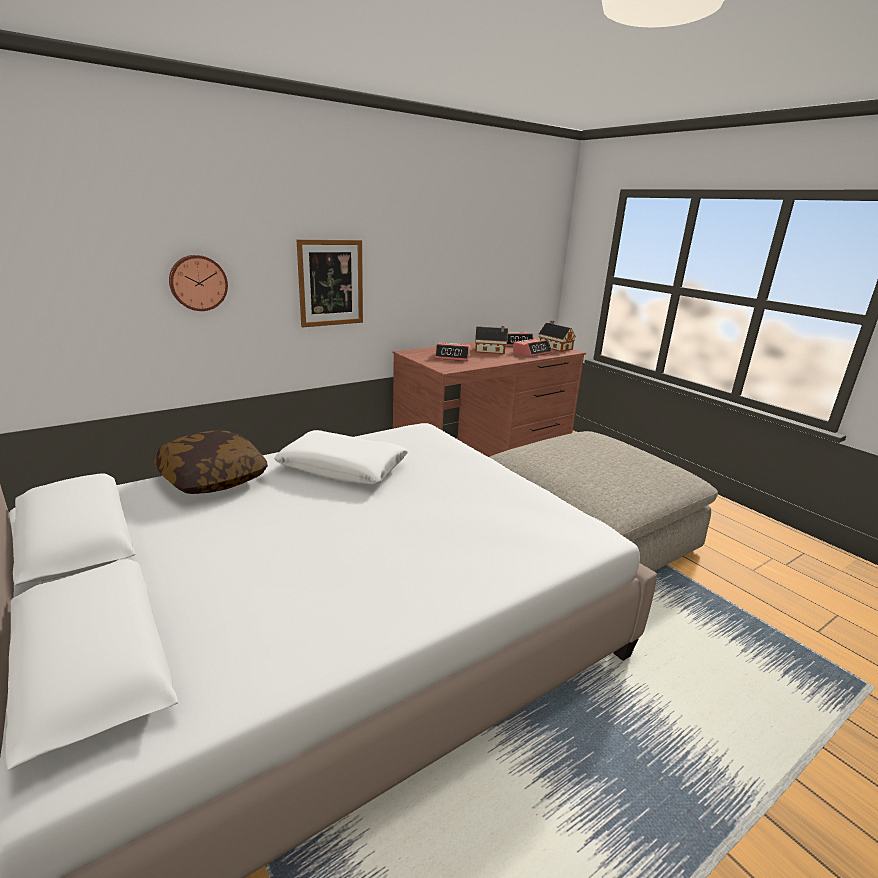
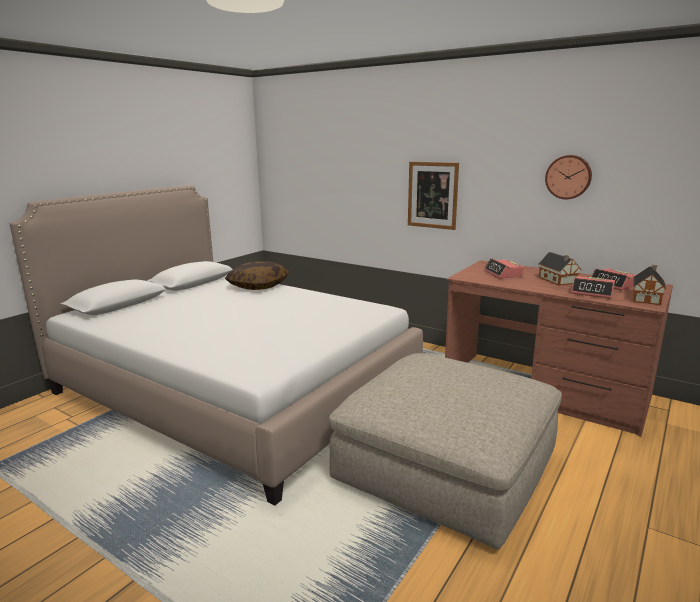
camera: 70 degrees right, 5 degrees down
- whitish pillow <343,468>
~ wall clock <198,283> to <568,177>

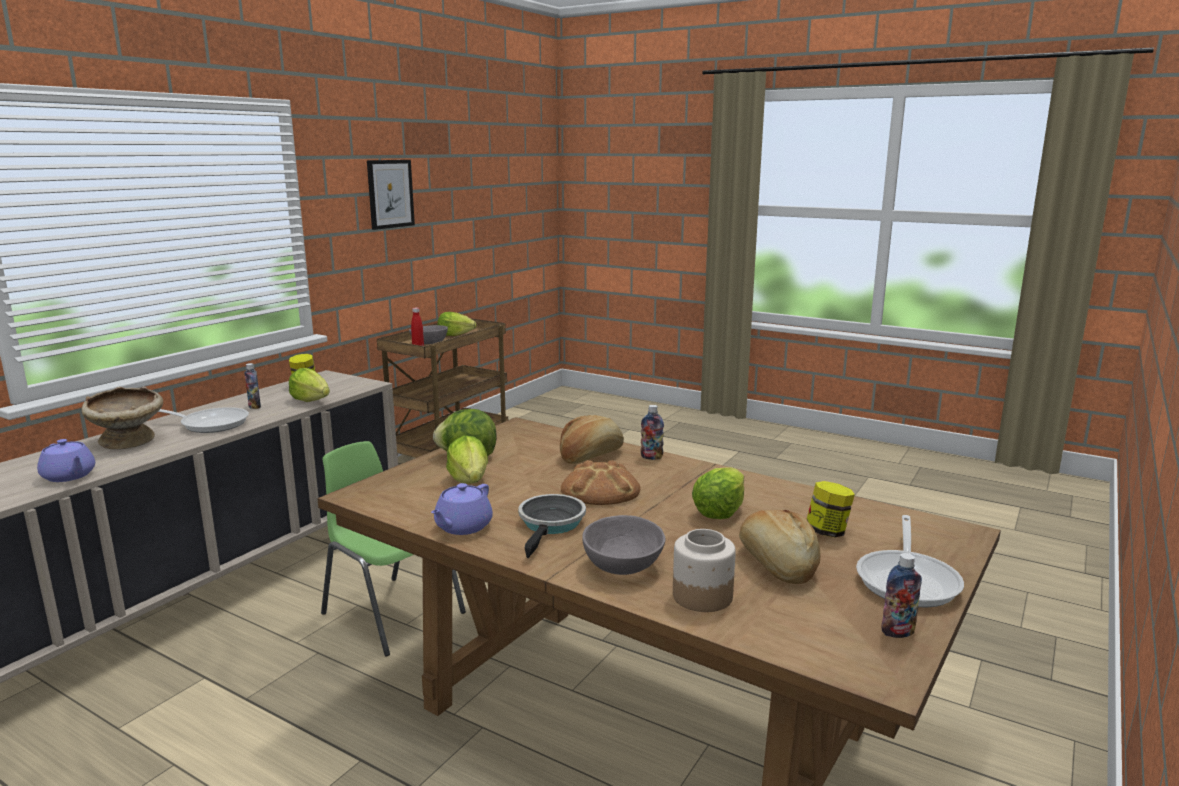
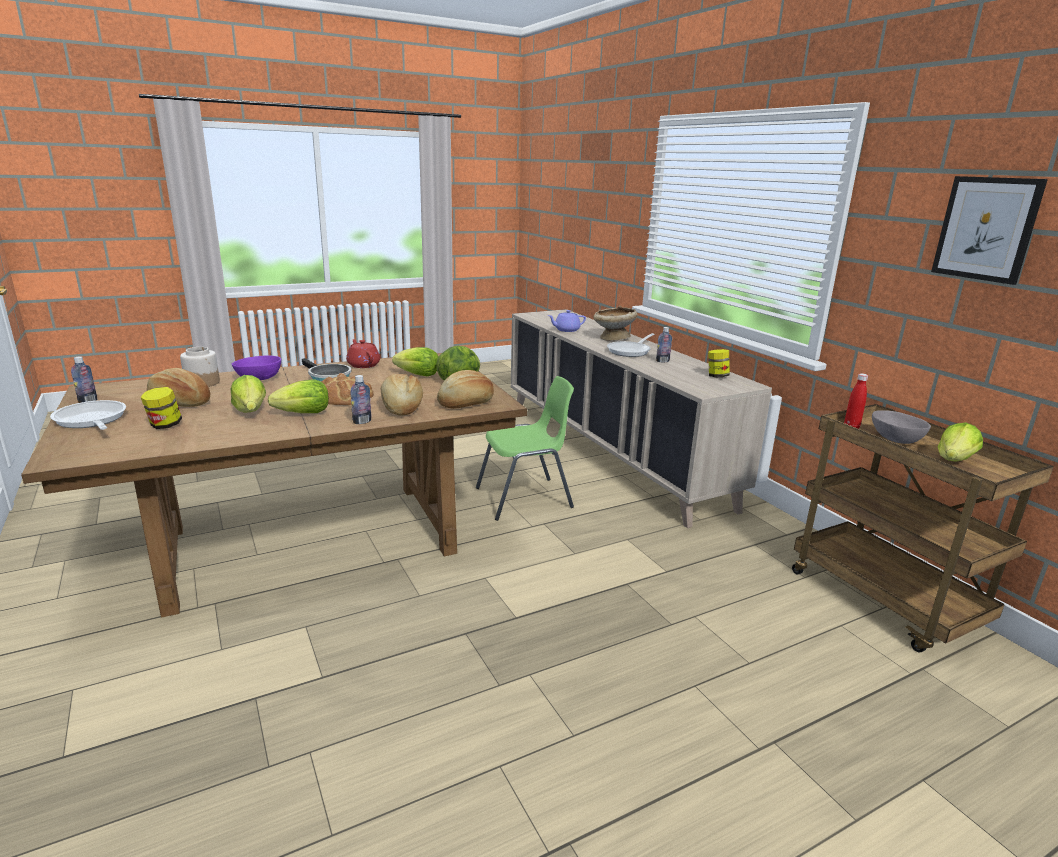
camera: 120 degrees right, 5 degrees up
+ bread <467,403>
~ lettuce <311,400> to <304,414>
~ purplish pot for tea <462,527> to red-coloured pot for tea <363,365>
~ greyish deep dish <622,565> to purplish deep dish <260,379>

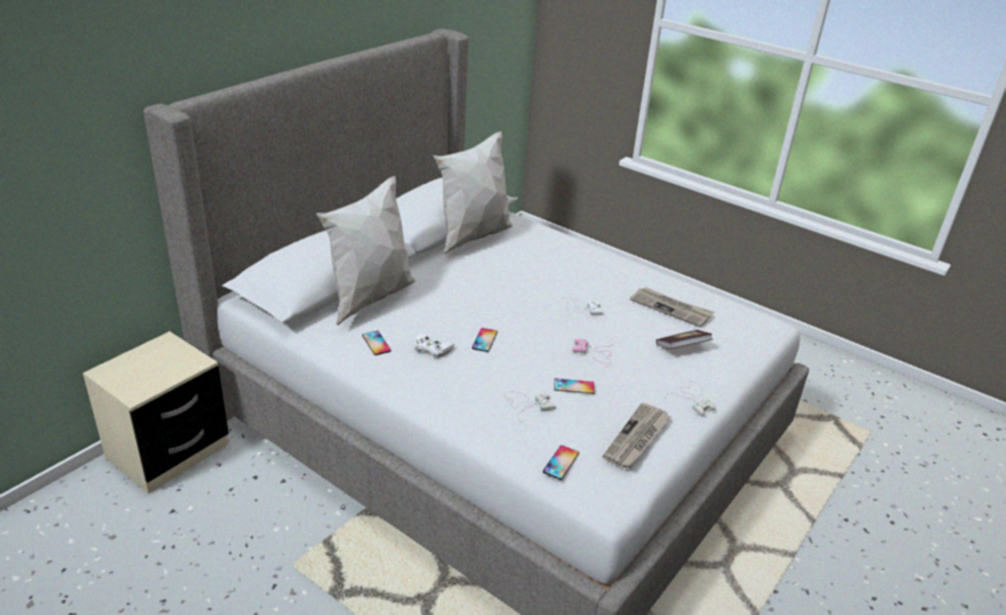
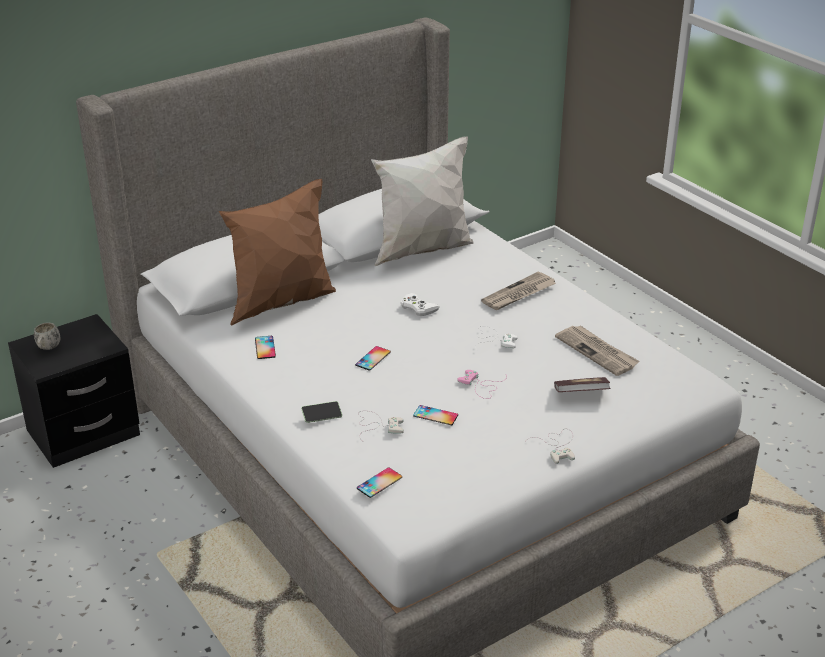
camera: 20 degrees right, 0 degrees up
+ whitish mug <47,349>
+ telephone <322,416>
~ whitish joypad <432,348> to <418,308>
~ daily paper <637,438> to <519,294>
~ beige-coloured bedside table <168,452> to black-coloured bedside table <83,433>
~ whitish pillow <370,298> to brown-coloured pillow <282,303>

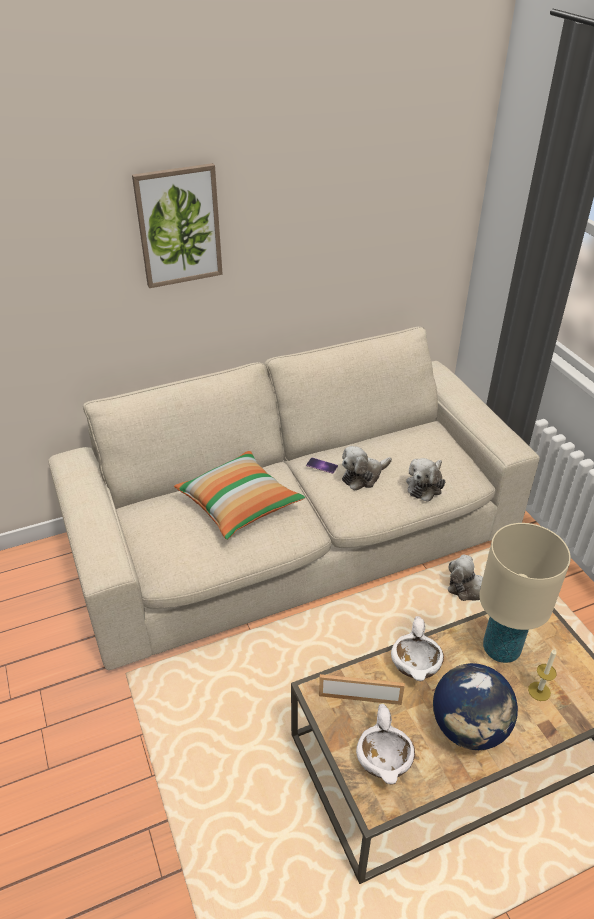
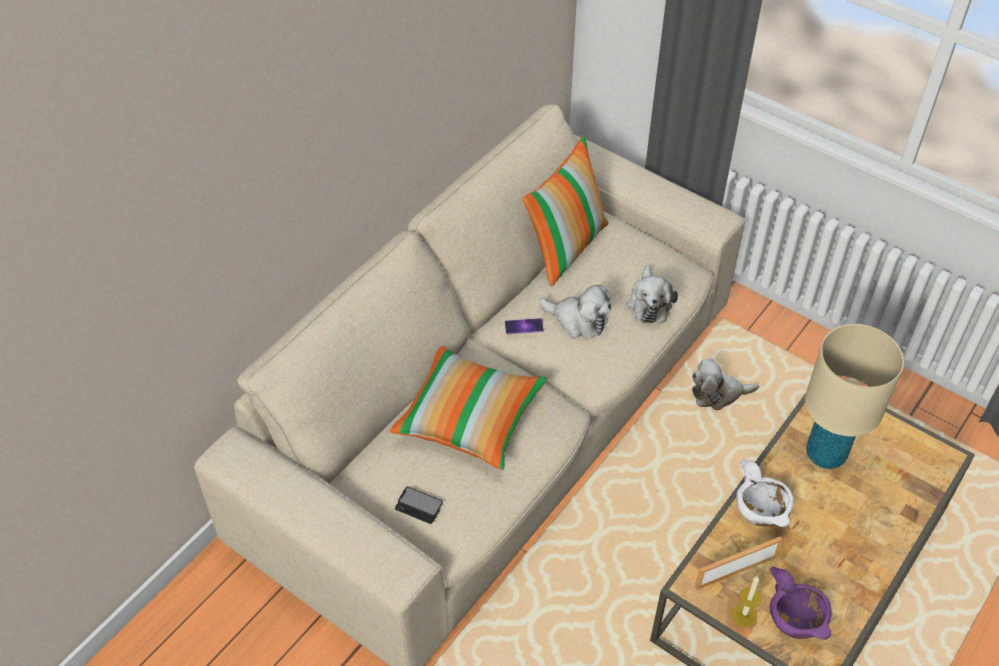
camera: 30 degrees left, 10 degrees up
- wall art <179,226>
- world globe <469,728>
+ telephone <419,506>
+ pillow <565,246>
~ wax candle <539,691> to <744,615>
~ whitish deep dish <384,759> to purplish deep dish <796,618>
~ plush toy <363,476> = <578,320> 90 degrees counterclockwise

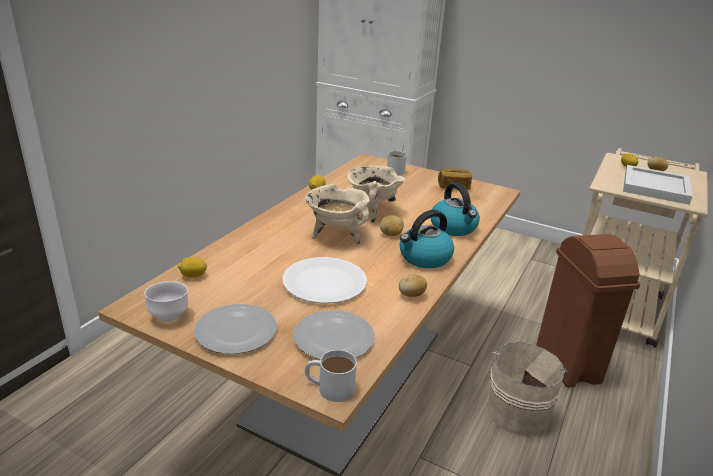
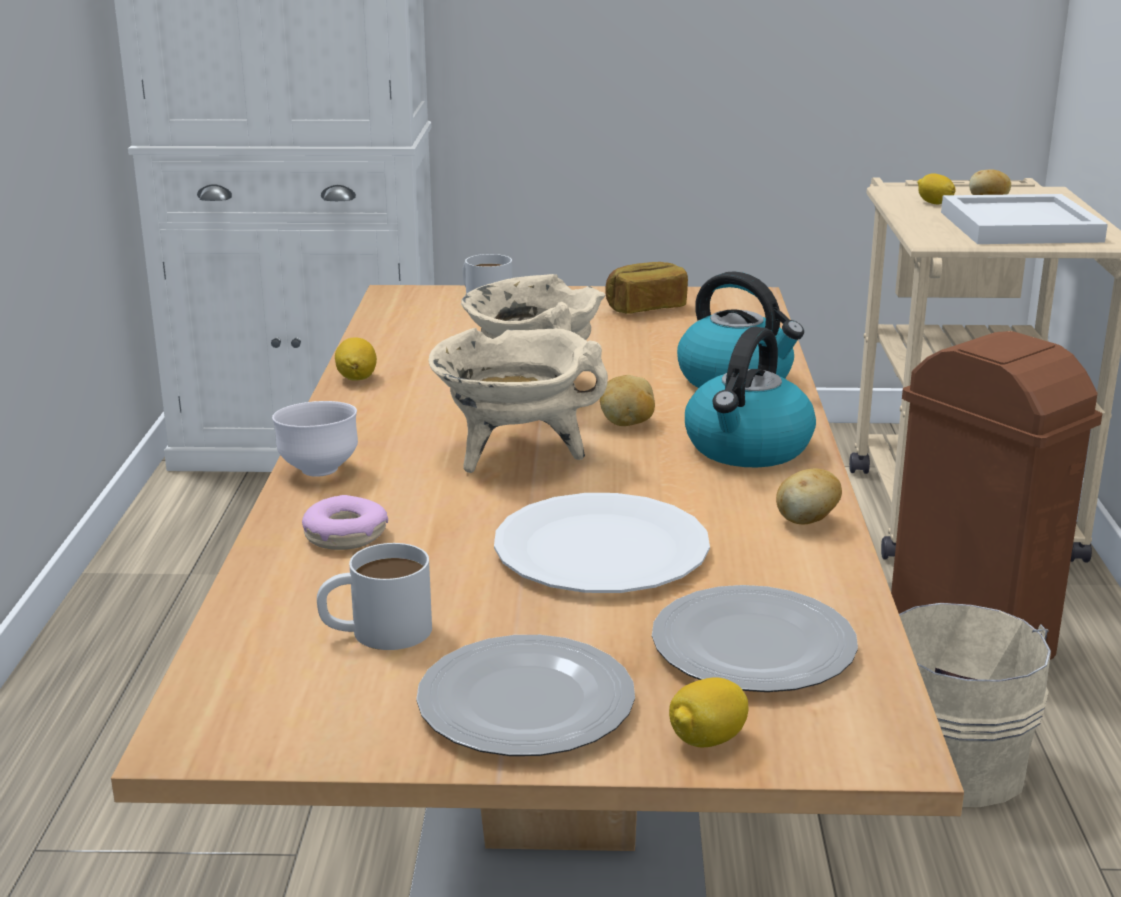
camera: 25 degrees left, 5 degrees down
+ doughnut <346,535>
~ whitish deep dish <169,316> to <319,471>
~ whole lemon <193,276> to <707,740>
~ whitish mug <329,387> to <376,631>

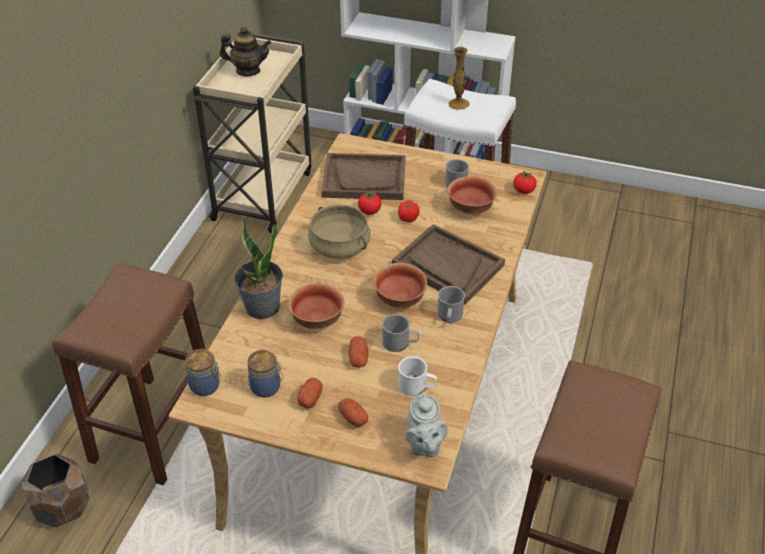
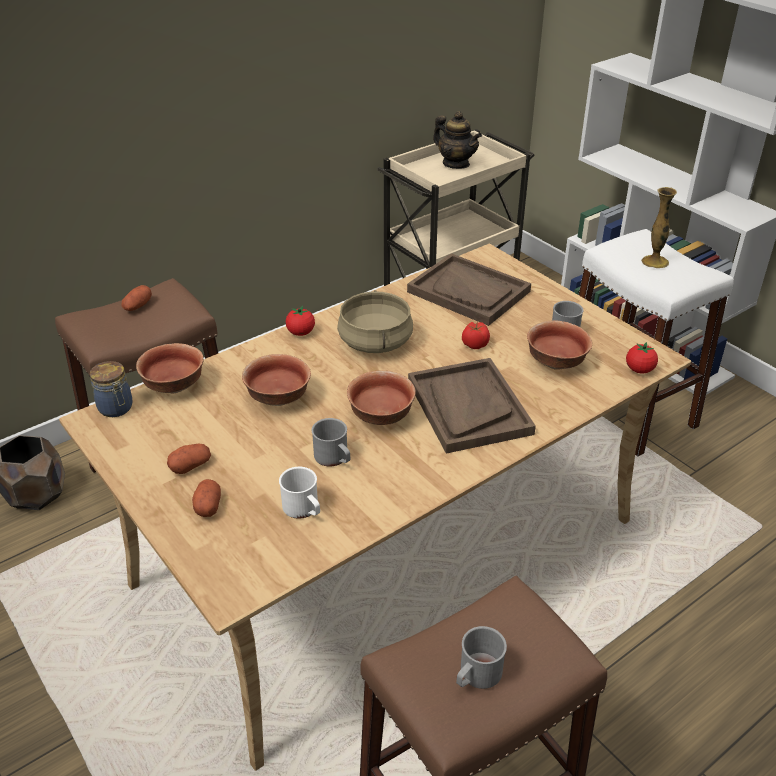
camera: 35 degrees right, 5 degrees down
- houseplant <262,307>
- preserve jar <267,387>
- greyish pot for tea <424,445>
+ deep dish <173,386>
~ whole potato <358,358> to <138,306>
~ fresh tomato <369,211> to <301,332>
~ greyish mug <449,317> to <476,675>

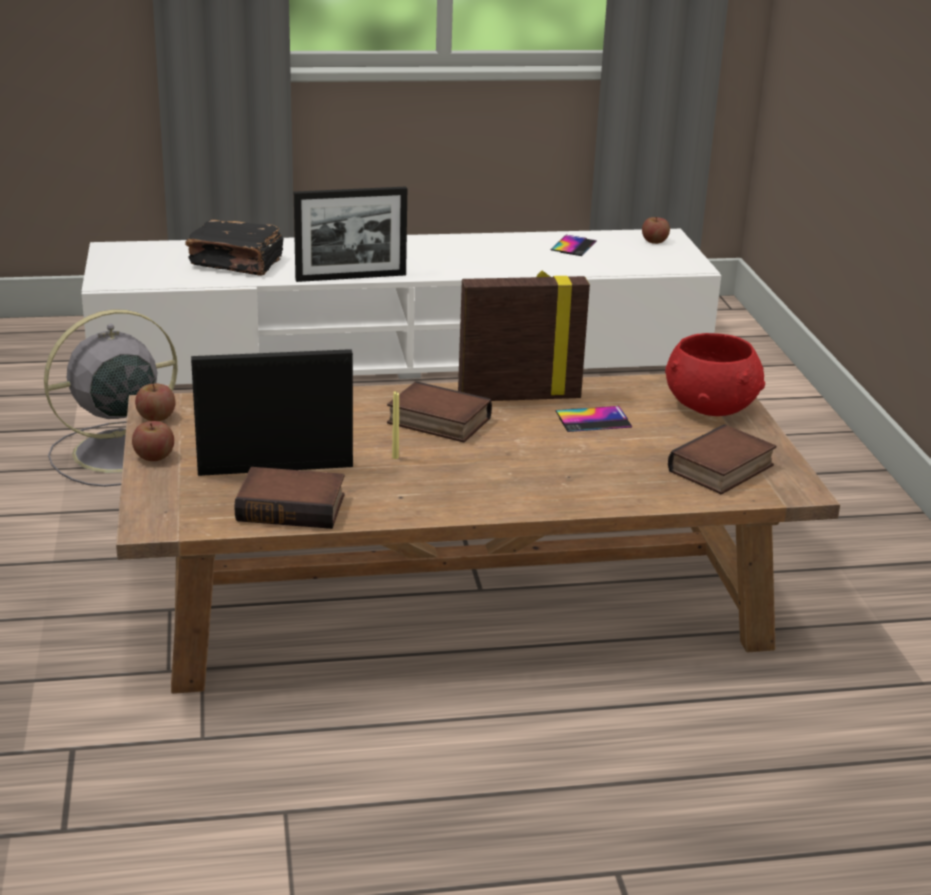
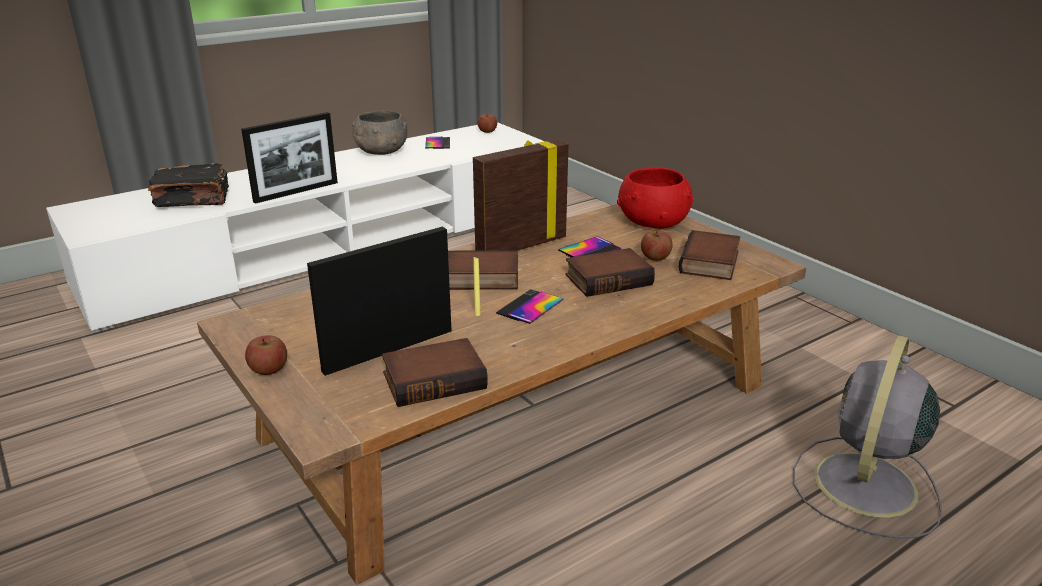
camera: 25 degrees left, 0 degrees up
+ greyish deep dish <381,151>
+ telephone <530,307>
+ bound book <608,278>
~ greyish electric fan <114,453> to <864,487>
~ whole apple <156,417> to <655,257>

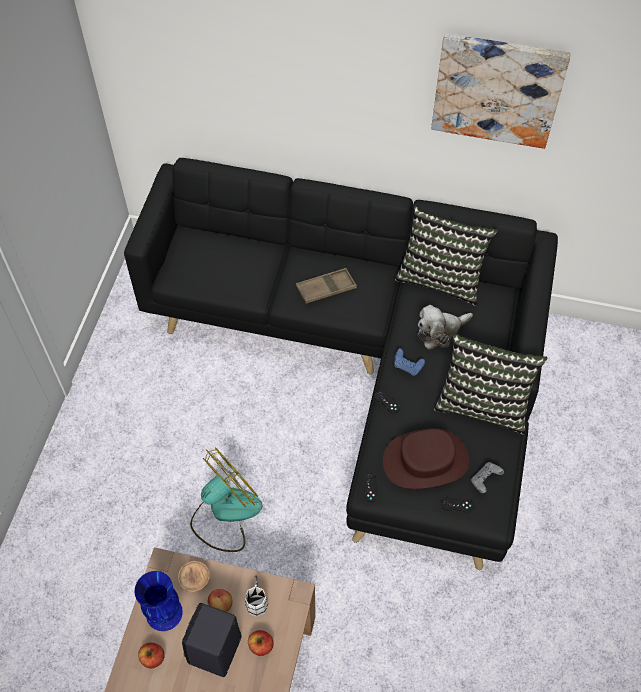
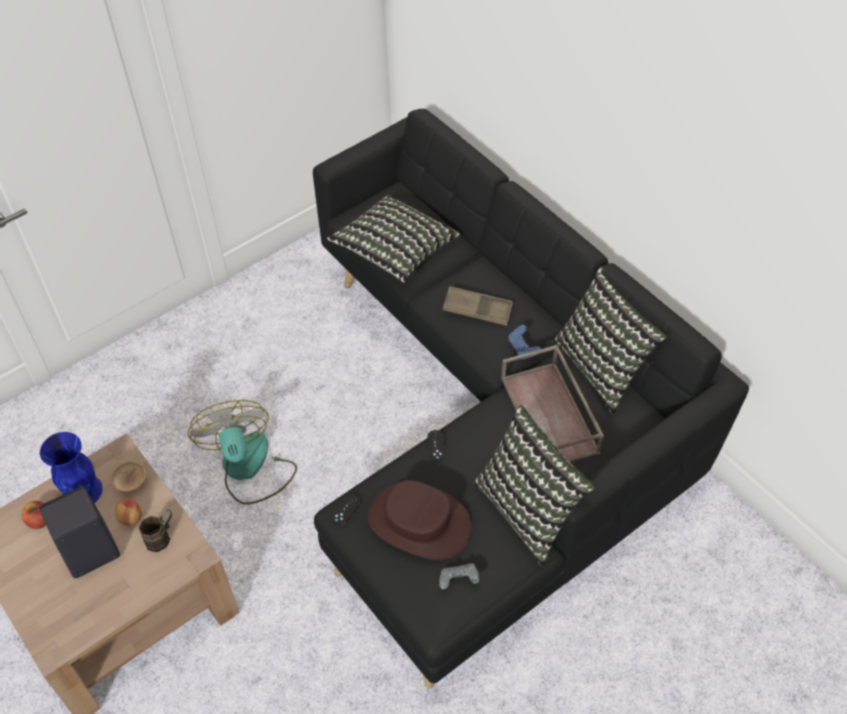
camera: 40 degrees right, 5 degrees down
- whole apple <261,646>
- wall art <497,89>
- black-coloured joypad <457,505>
+ pillow <395,251>
~ blue-coloured joypad <407,366> to <523,349>
~ plush toy <440,332> to brown-coloured serving tray <551,416>
~ whitish mug <257,599> to brown-coloured mug <161,536>
~ electric fan <225,513> = <249,468> 105 degrees counterclockwise

